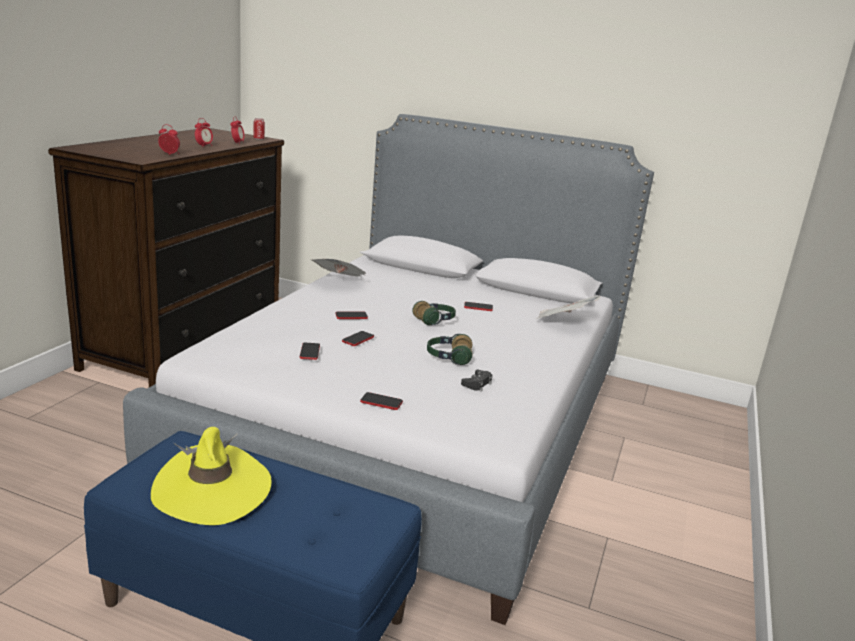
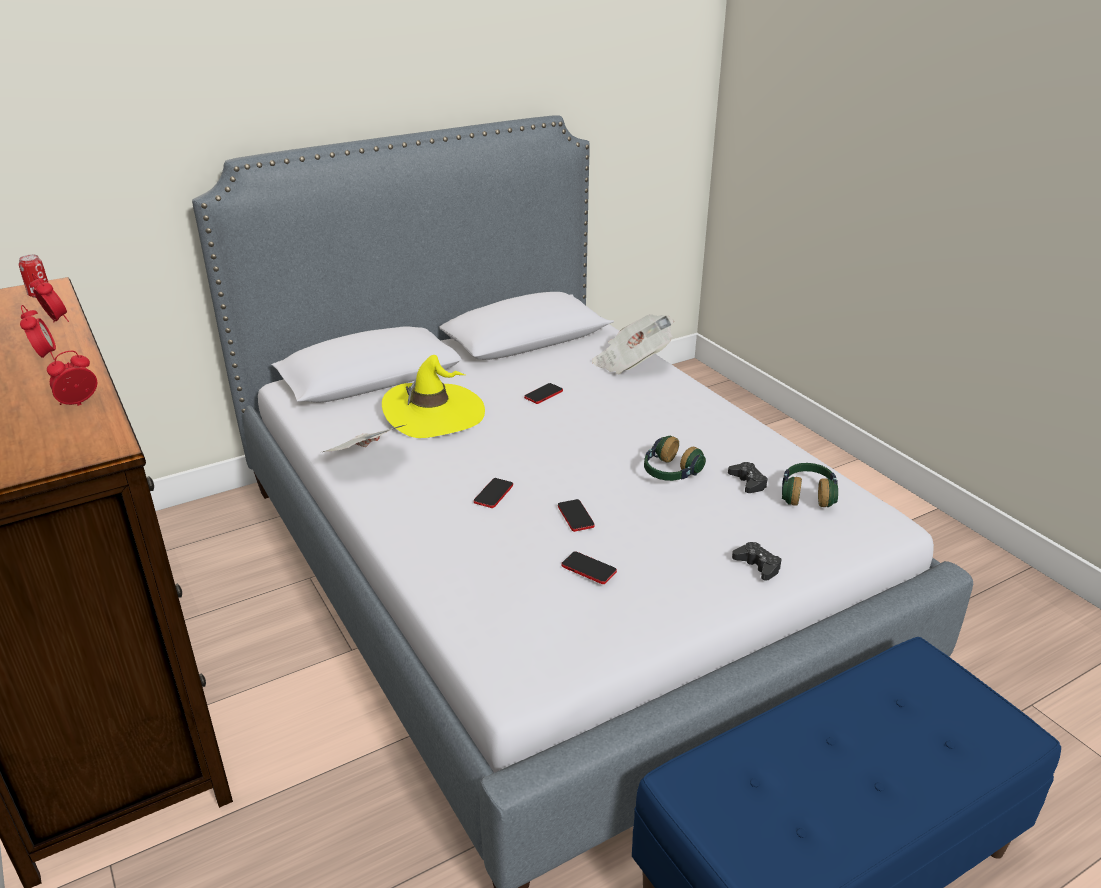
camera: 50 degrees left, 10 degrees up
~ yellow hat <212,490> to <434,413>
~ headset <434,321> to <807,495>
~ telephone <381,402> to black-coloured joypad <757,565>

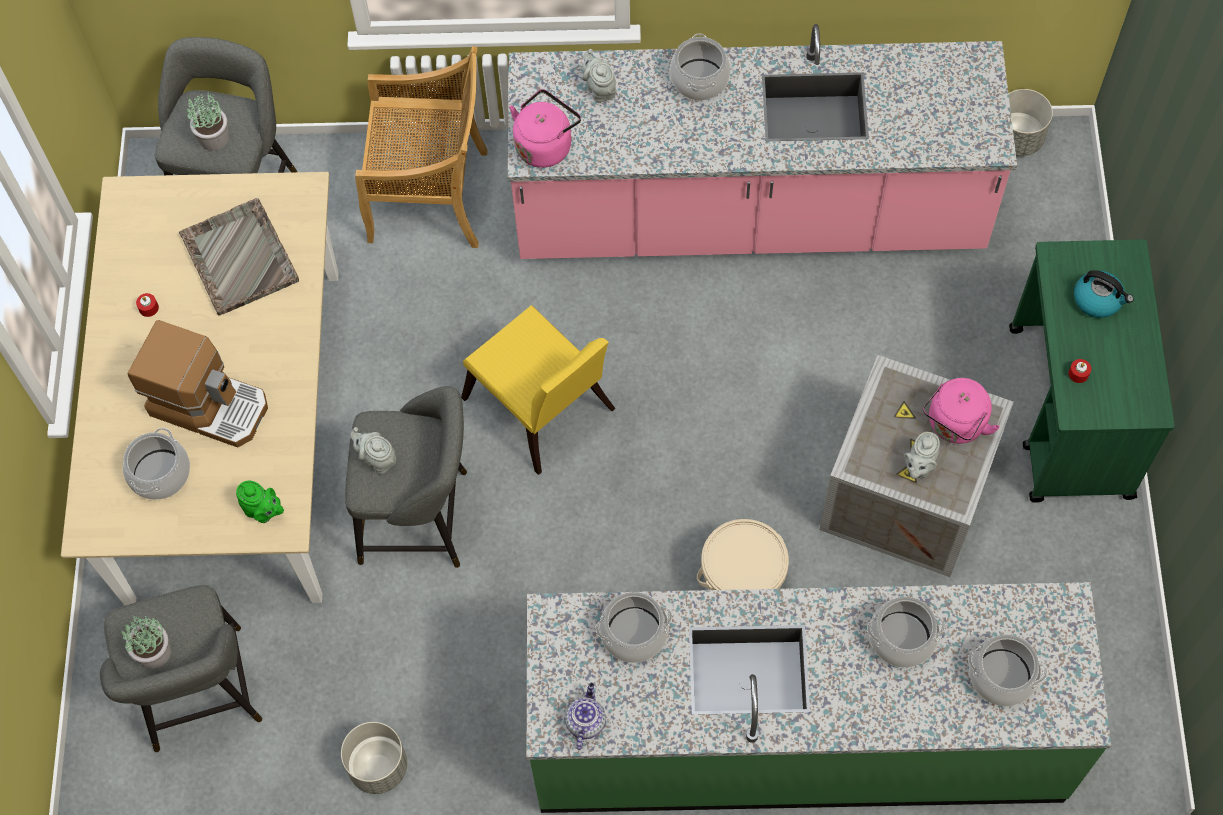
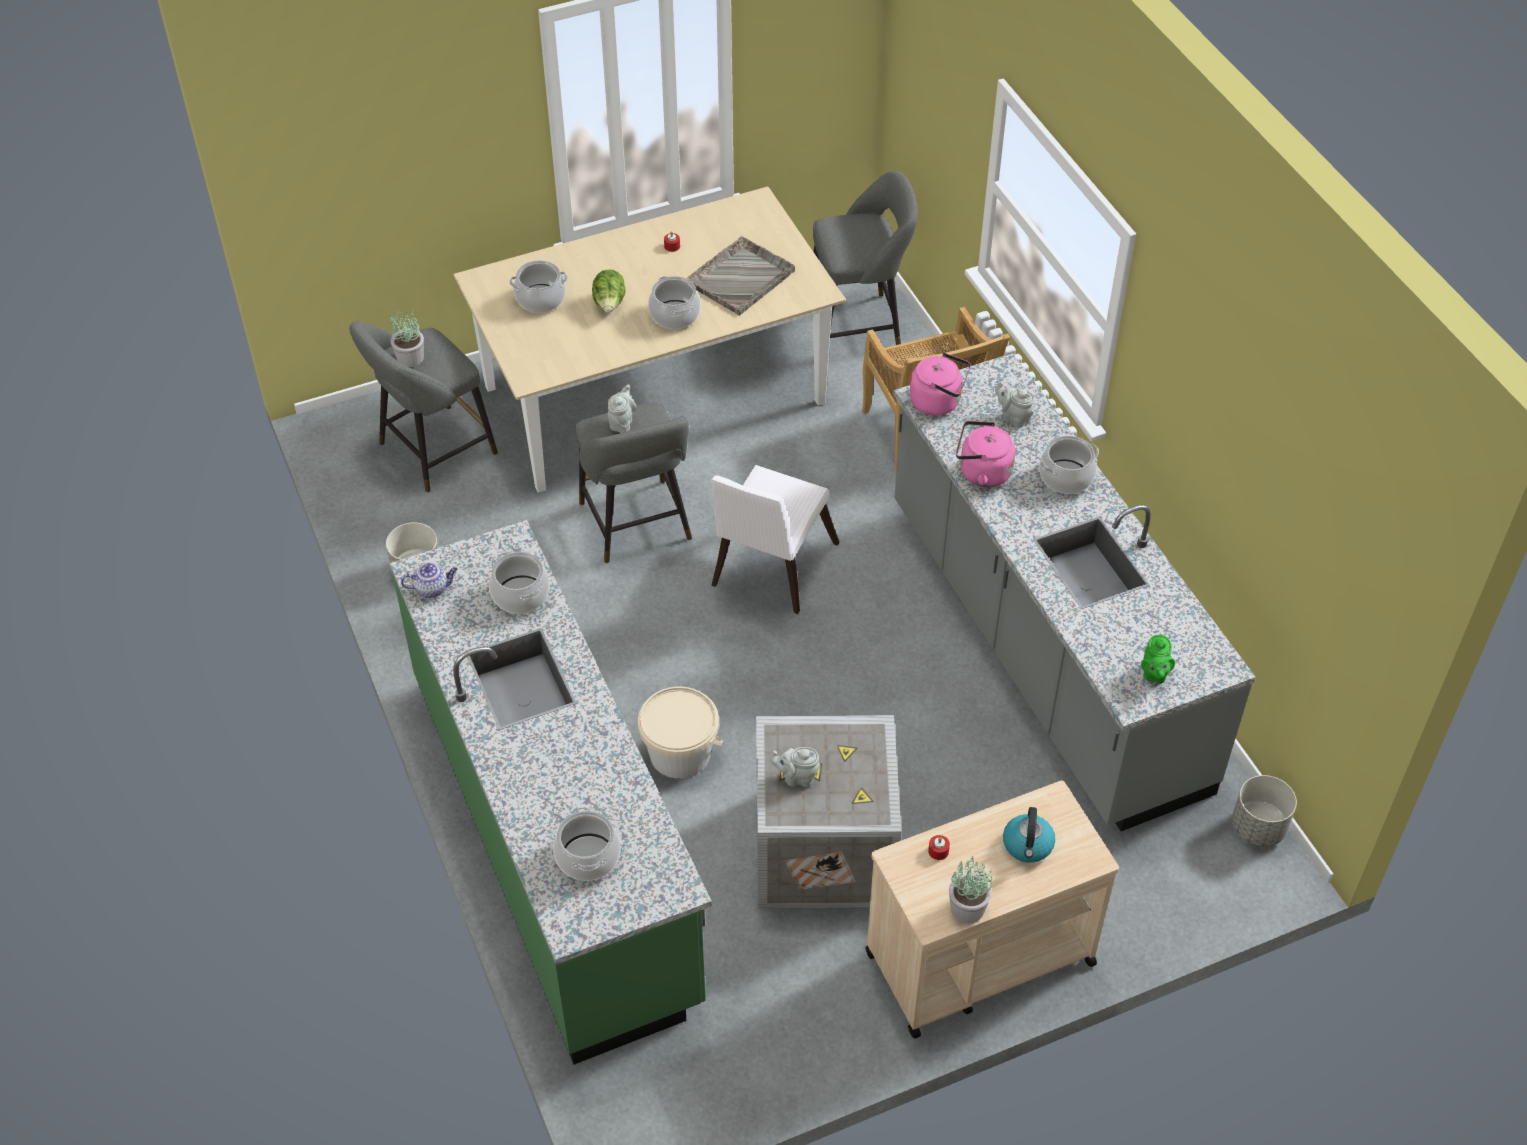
camera: 65 degrees right, 15 degrees down
~ houseplant <214,137> to <968,908>
~ green pot for tea <263,511> to <1154,674>
~ cooking pot <902,638> to <675,315>
~ pinkish kettle <955,425> to <981,472>
~ coffee brewer <210,404> to lettuce <609,304>
~ yellow upright chair <543,412> to whitish upright chair <770,569>
~ pinkish counter <749,213> to greyish counter <1043,646>
~ green wheeled cart <1070,413> to beige-coloured wheeled cart <978,958>
~ greyish pot for tea <599,89> = <1014,417> 90 degrees counterclockwise

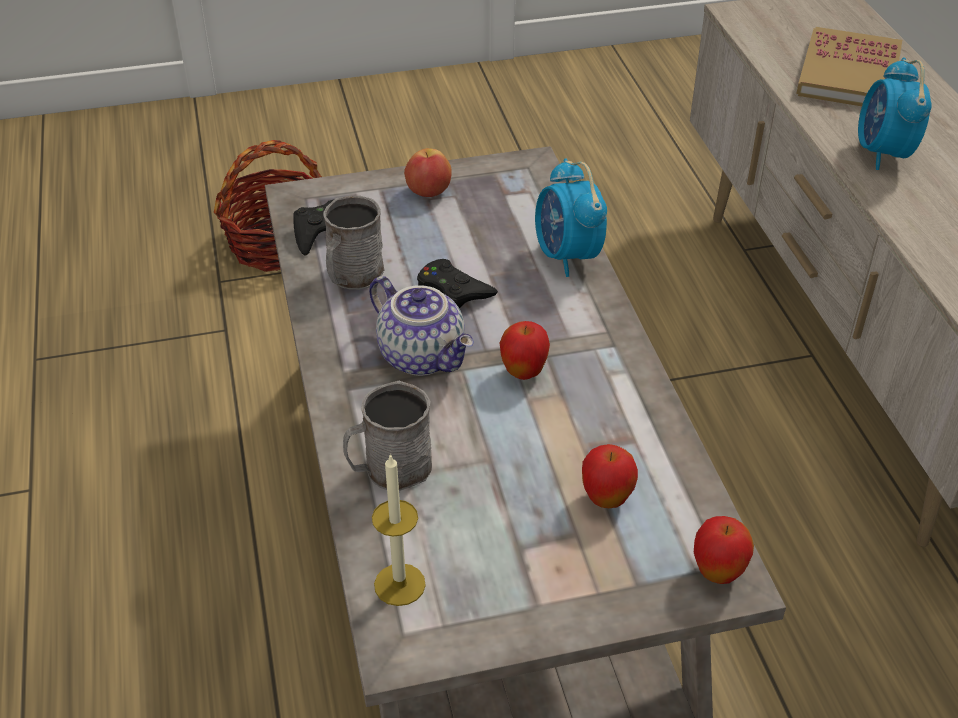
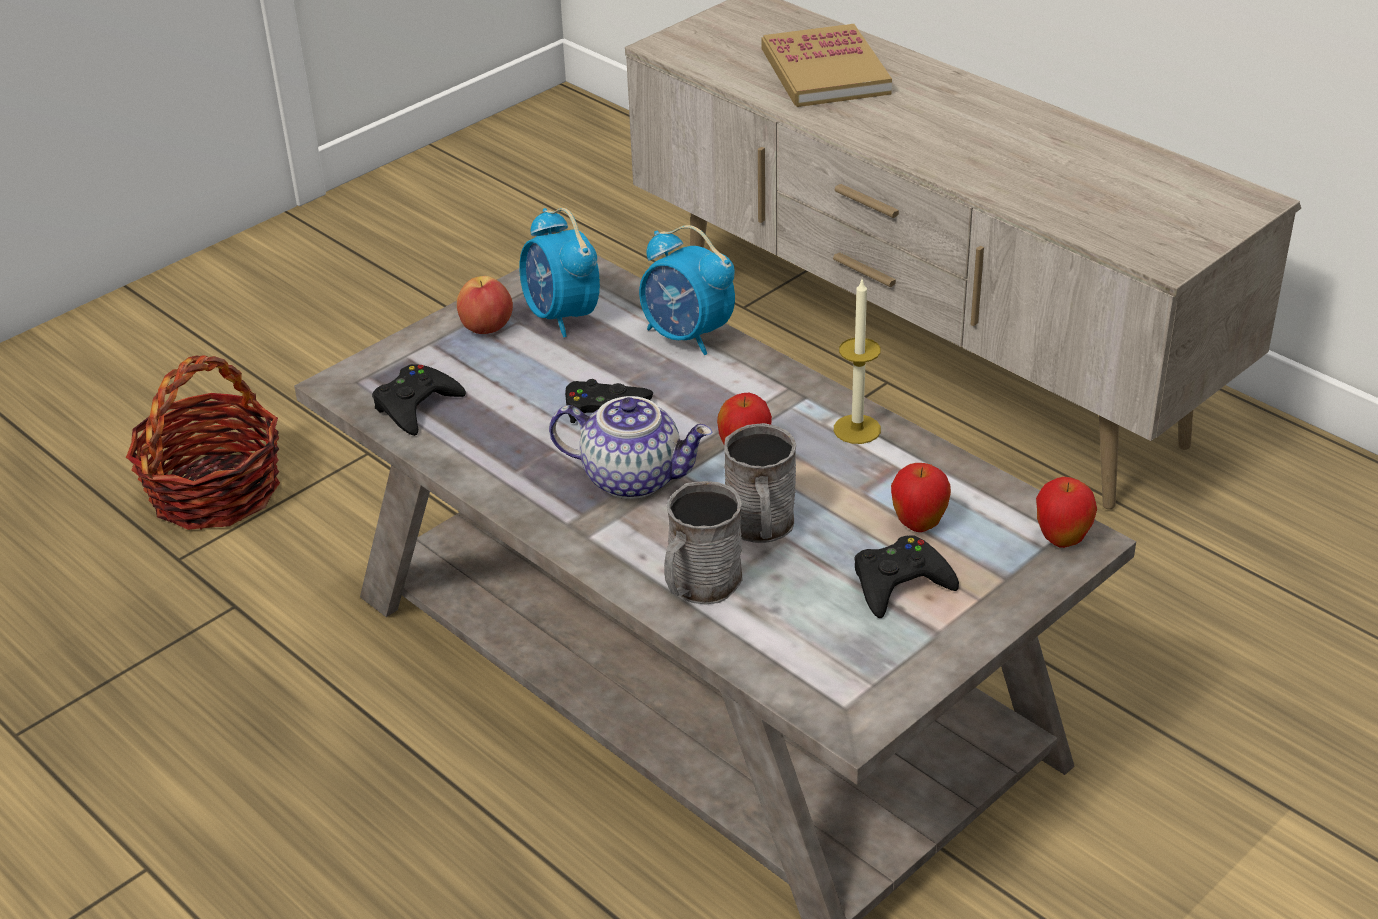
camera: 30 degrees left, 5 degrees down
+ black-coloured joypad <900,584>
~ greyish mug <352,277> to <761,527>
~ wax candle <399,584> to <857,429>
~ bedside clock <883,153> to <562,316>

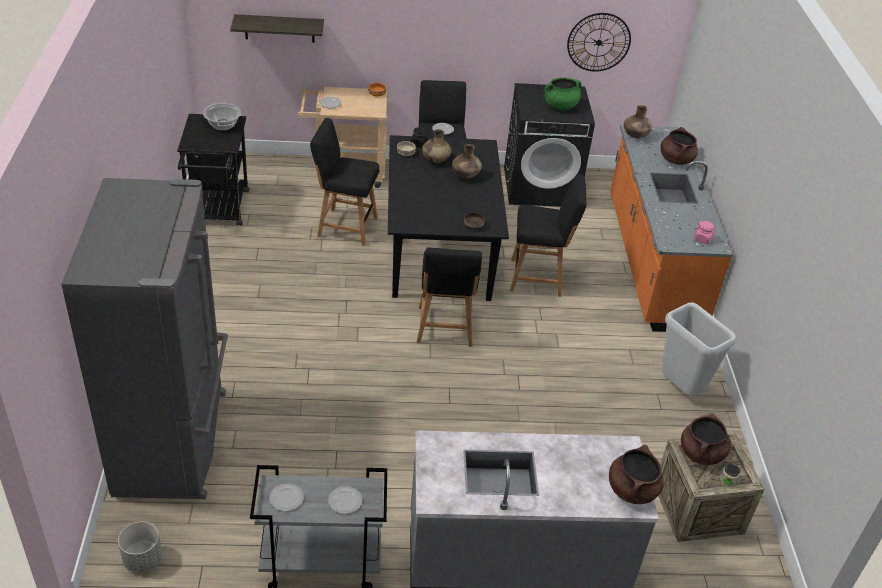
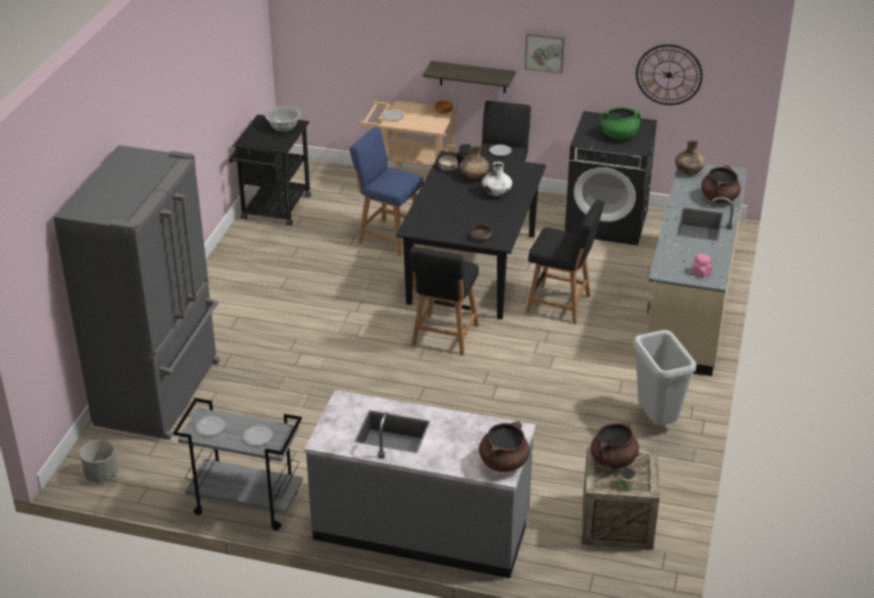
camera: 20 degrees right, 5 degrees down
+ wall art <544,52>
~ shelf <279,28> to <472,77>
~ black-coloured sitting stool <344,226> to blue-coloured sitting stool <388,237>
~ brown-coloured flower vase <465,176> to whitish flower vase <496,194>
~ orange-coloured counter <651,262> to beige-coloured counter <689,304>

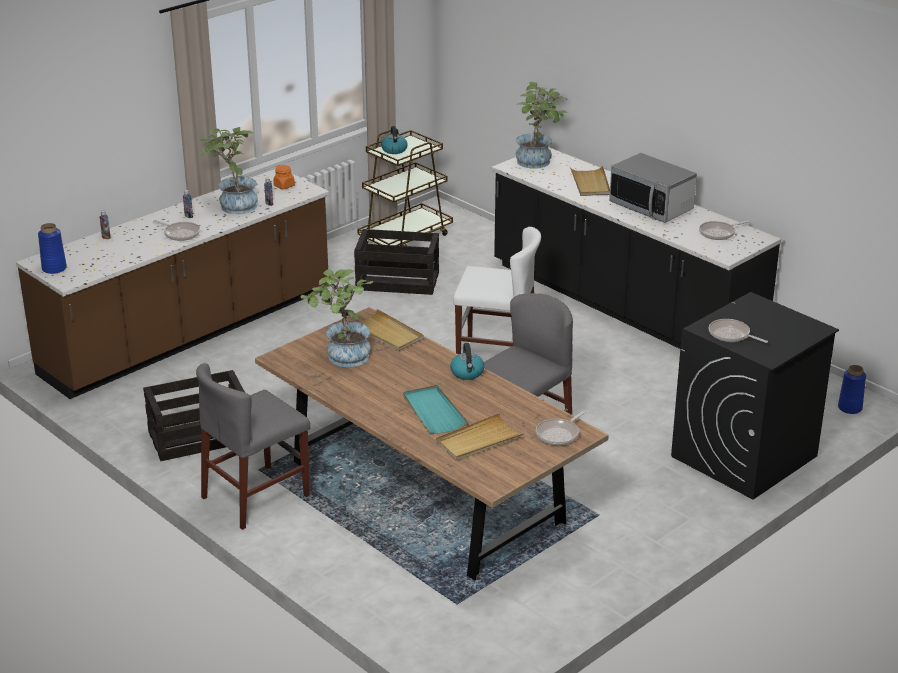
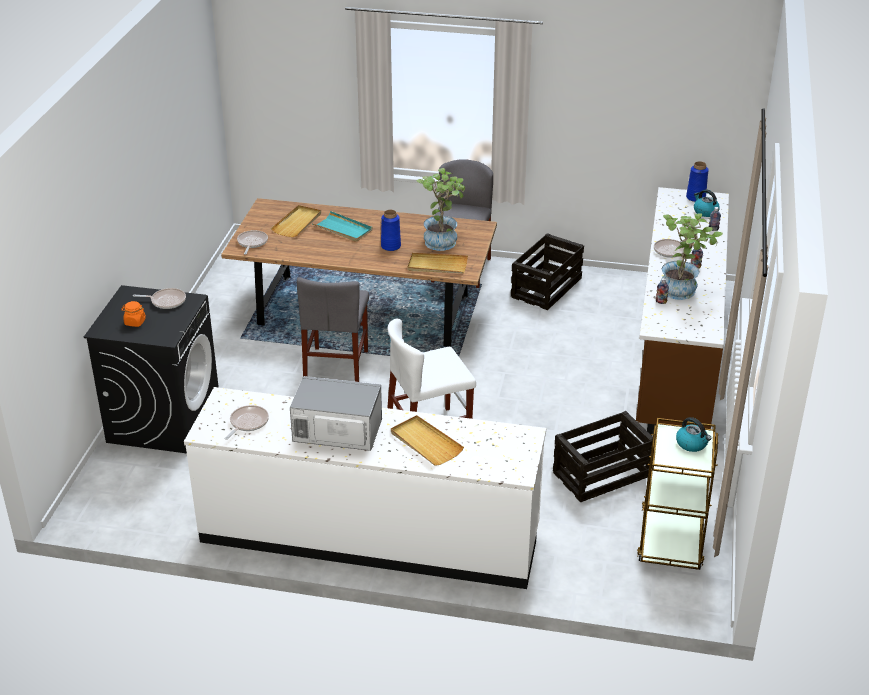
camera: 145 degrees right, 5 degrees up
- houseplant <538,162>
~ orange-coloured preserve jar <284,186> to <135,322>
~ kettle <467,373> to <705,212>
~ blue-coloured flower vase <849,408> to <391,246>
~ black-coloured counter <622,307> to whitish counter <370,536>

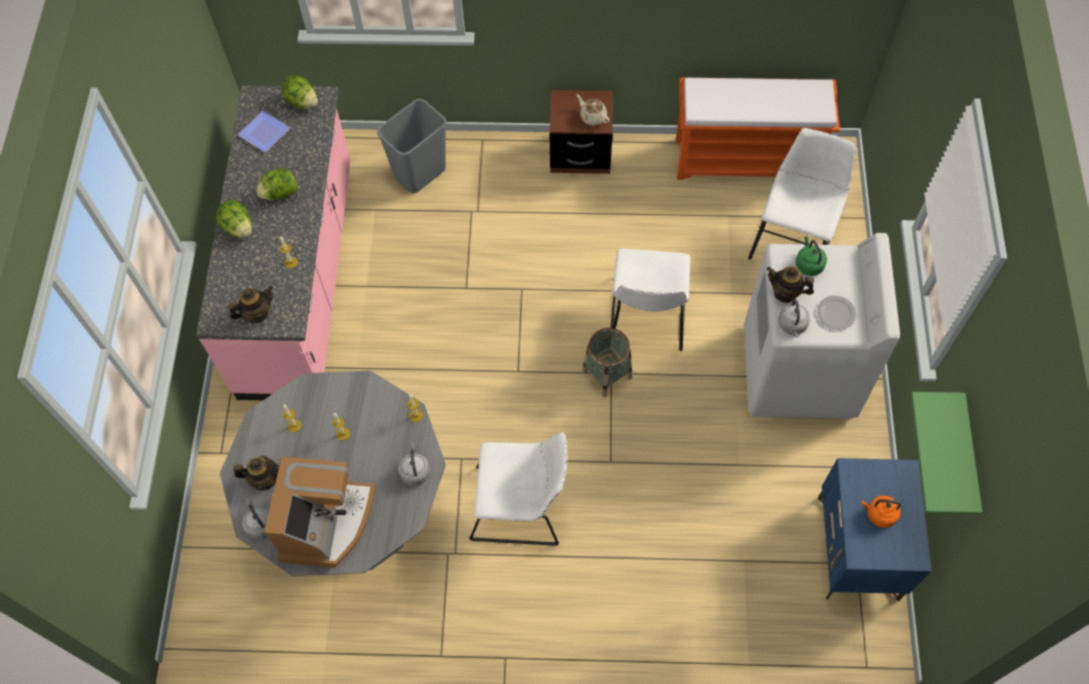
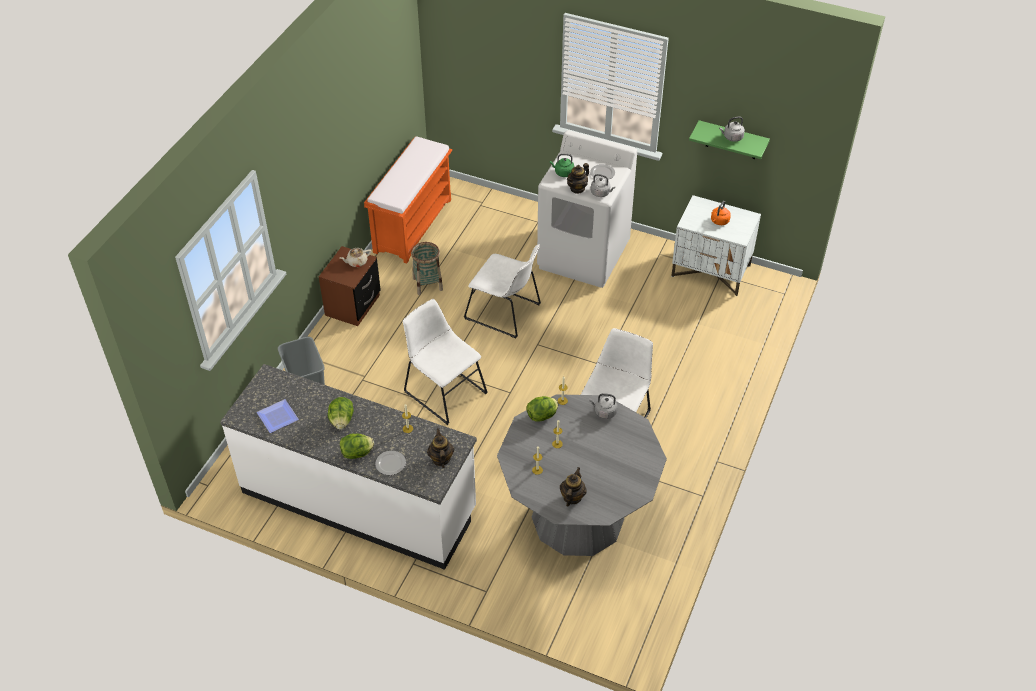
camera: 70 degrees left, 15 degrees down
- coffee brewer <326,522>
+ dinner plate <391,463>
~ greyish kettle <260,524> to <732,137>
~ lettuce <302,102> to <542,415>
~ household basket <607,374> to <427,284>
~ whitish upright chair <794,236> to <443,390>
~ pinkish counter <300,279> to whitish counter <359,501>
~ blue-coloured bedside table <858,549> to whitish bedside table <711,271>

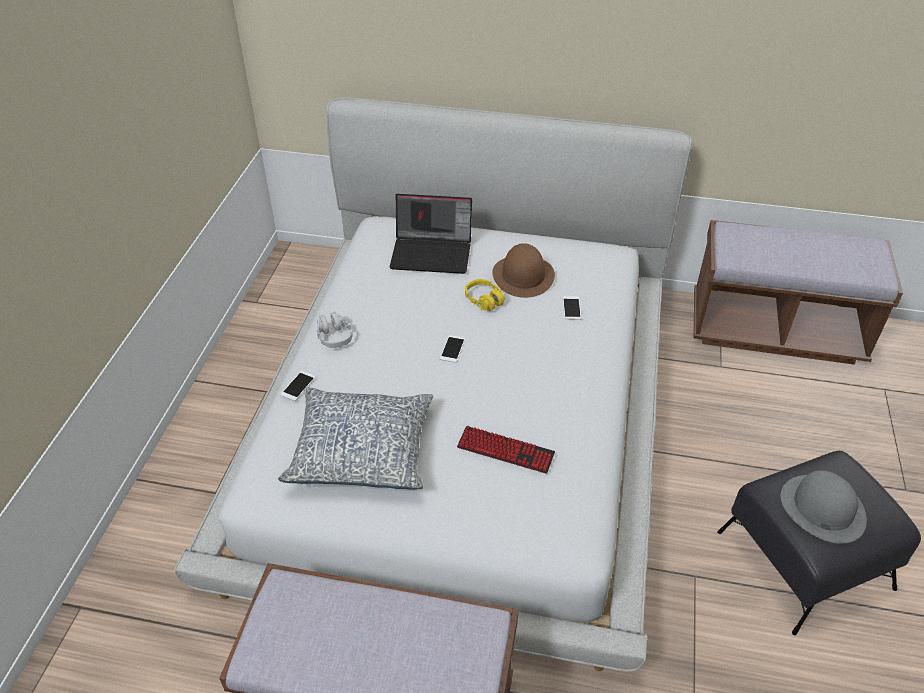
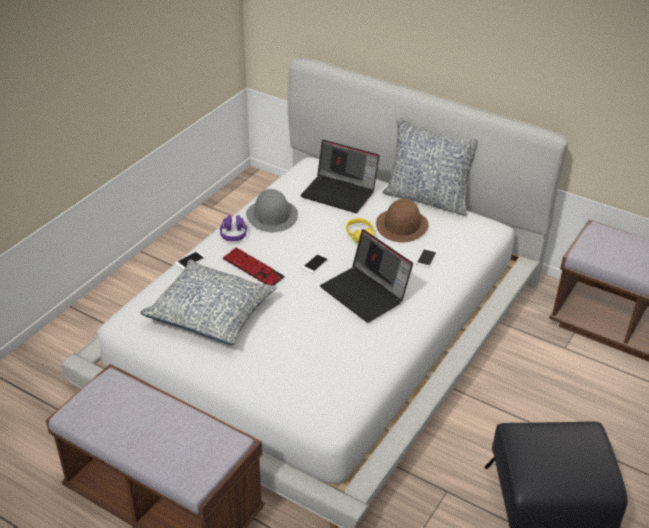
camera: 20 degrees right, 5 degrees down
+ laptop <366,293>
+ pillow <427,199>
~ keyboard <505,451> to <253,268>
~ greyish hat <822,508> to <271,215>
~ greyish headset <334,336> to purplish headset <233,234>

